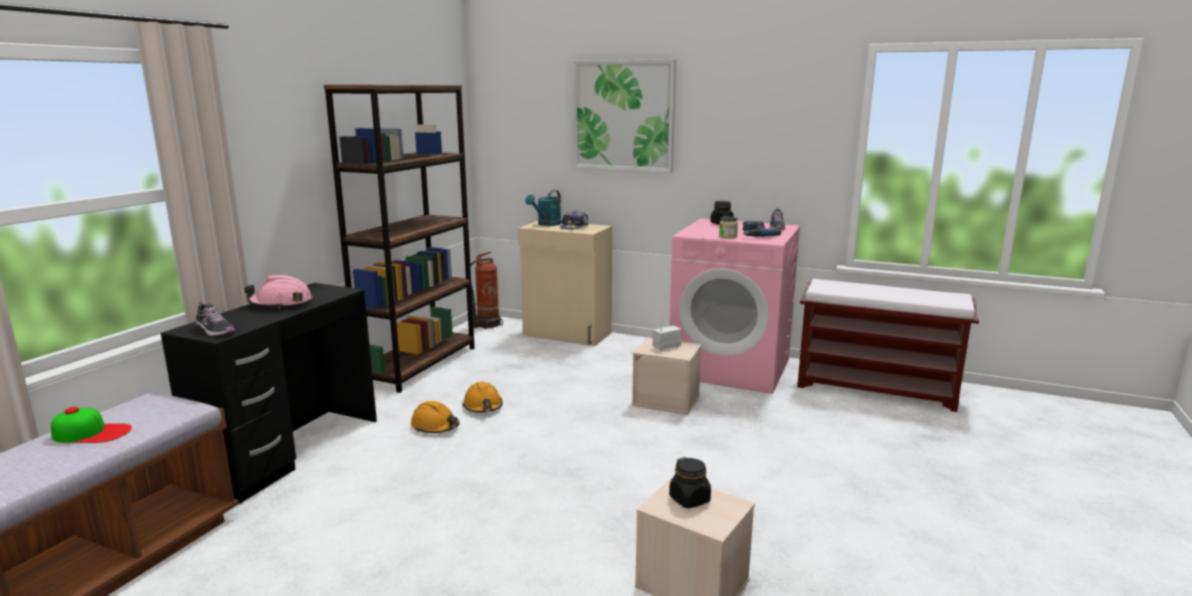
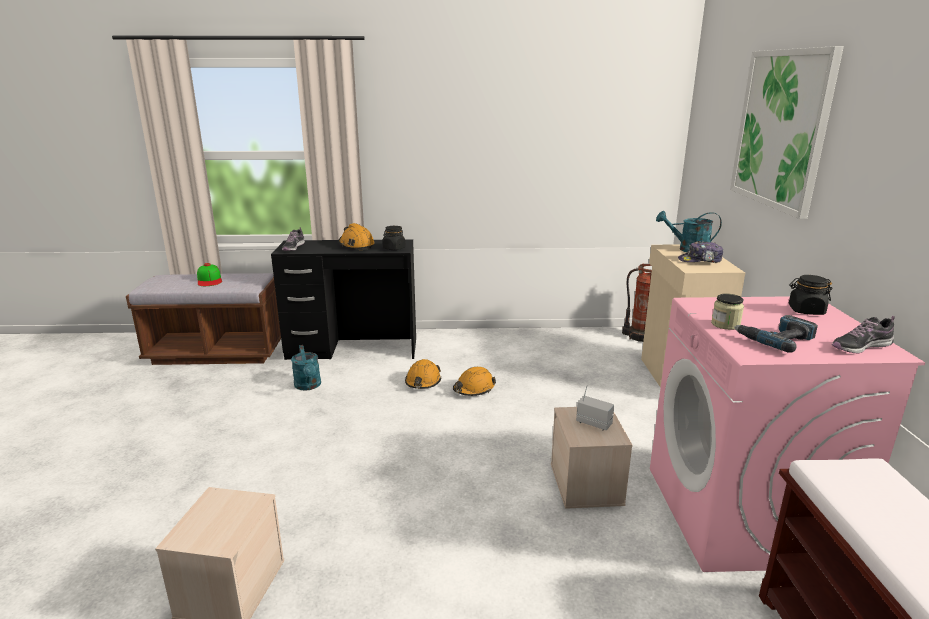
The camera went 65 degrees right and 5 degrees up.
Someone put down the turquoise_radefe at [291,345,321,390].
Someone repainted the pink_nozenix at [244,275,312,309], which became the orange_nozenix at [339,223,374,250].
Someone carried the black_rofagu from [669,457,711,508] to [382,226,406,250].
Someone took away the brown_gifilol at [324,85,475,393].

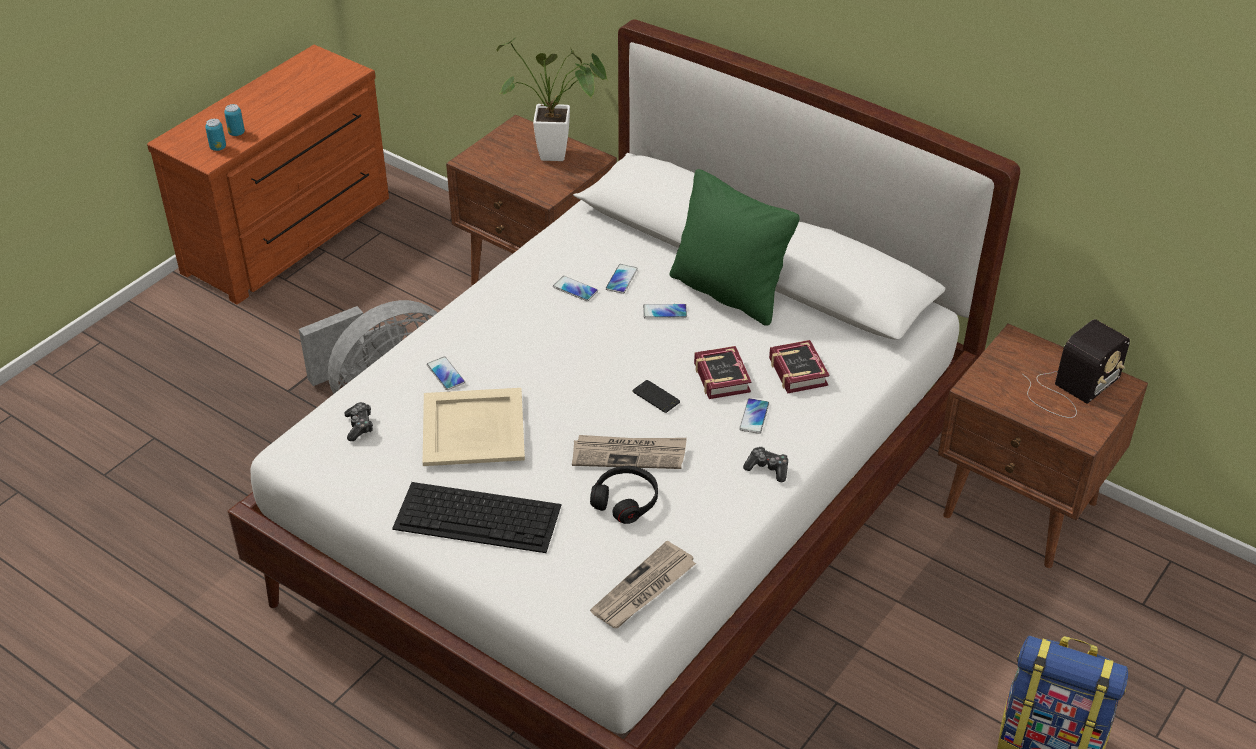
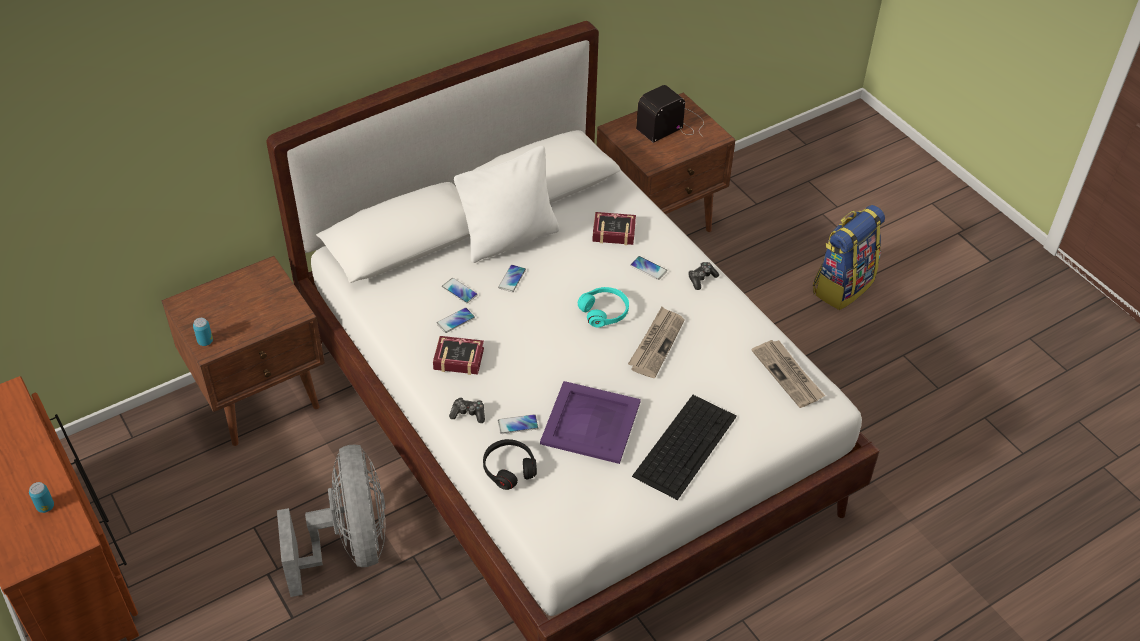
The camera went 70 degrees left and 5 degrees up.
Someone carried the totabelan from [205,119,226,151] to [193,318,213,346].
Someone carried the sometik from [694,346,751,399] to [433,336,484,375].
Someone carried the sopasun from [344,402,373,441] to [449,397,485,423].
Someone repainted the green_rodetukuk at [670,169,800,326], which became the white_rodetukuk at [454,146,559,263].
Someone carried the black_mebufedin from [590,466,658,524] to [483,439,537,490].
Someone repainted the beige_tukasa at [423,388,525,466], which became the purple_tukasa at [540,381,641,464].
Someone swapped the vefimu at [632,380,680,413] for the turquoise_mebufedin at [578,287,629,327].
Someone rotated the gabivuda at [1022,319,1130,418] by 105 degrees counterclockwise.
Someone took away the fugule at [496,38,608,161].

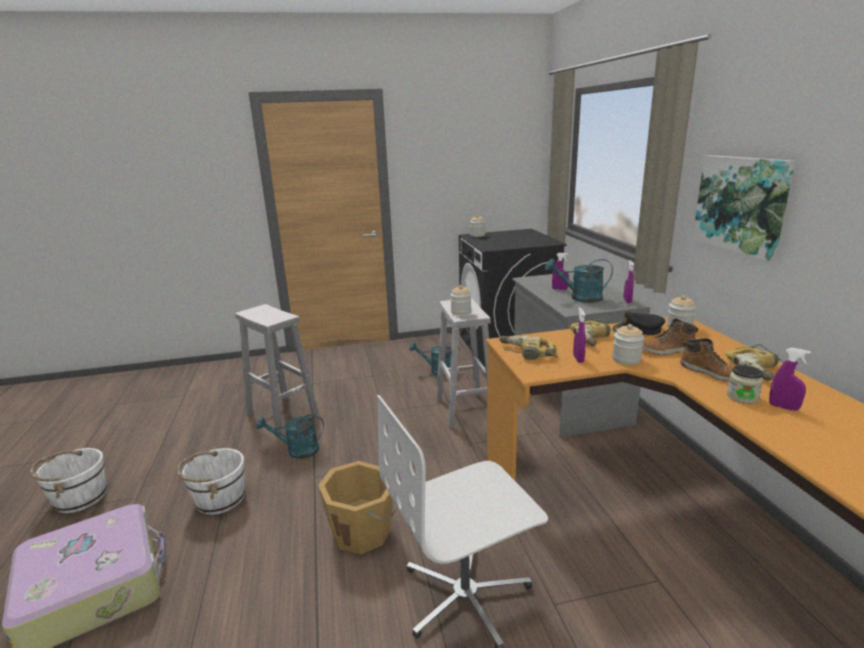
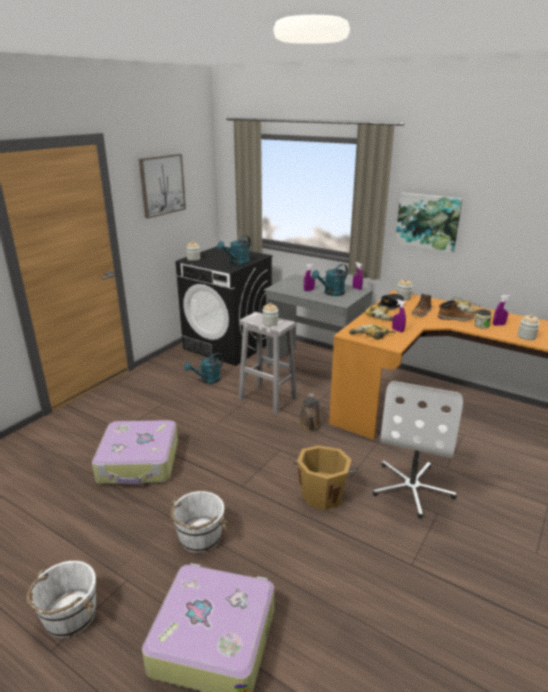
The camera went 45 degrees left and 5 degrees up.
Someone swapped the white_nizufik at [235,304,319,433] for the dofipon at [92,420,178,484].
Someone put up the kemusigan at [139,154,186,218].
Someone carried the turquoise_radefe from [256,414,324,459] to [217,235,250,265].
Someone put down the brown_radefe at [298,394,323,431].
Someone carried the rofagu from [612,324,644,365] to [517,315,540,340].

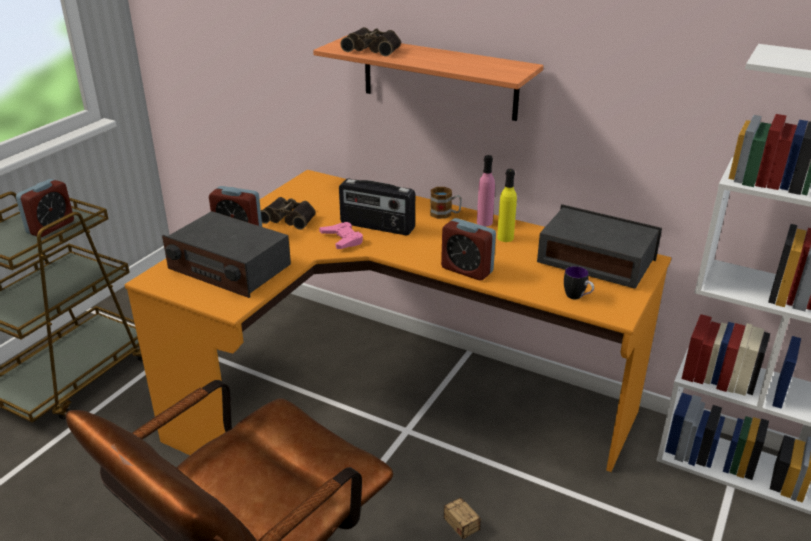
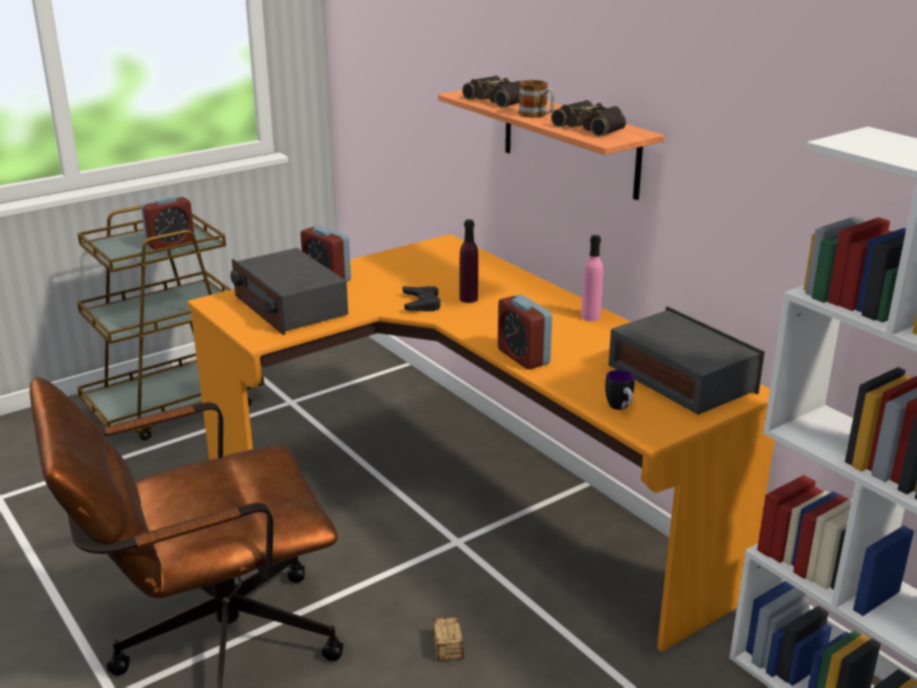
The camera went 25 degrees right and 5 degrees down.
Someone repainted the pink_sopasun at [319,222,363,249], which became the black_sopasun at [403,286,441,312].
Someone swapped the gabivuda at [339,179,415,235] for the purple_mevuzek at [460,219,478,303].
Someone carried the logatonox from [430,187,462,219] to [518,80,555,118].
Someone carried the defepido from [261,197,316,230] to [551,100,626,137].
Someone took away the yellow_mevuzek at [497,169,517,242].

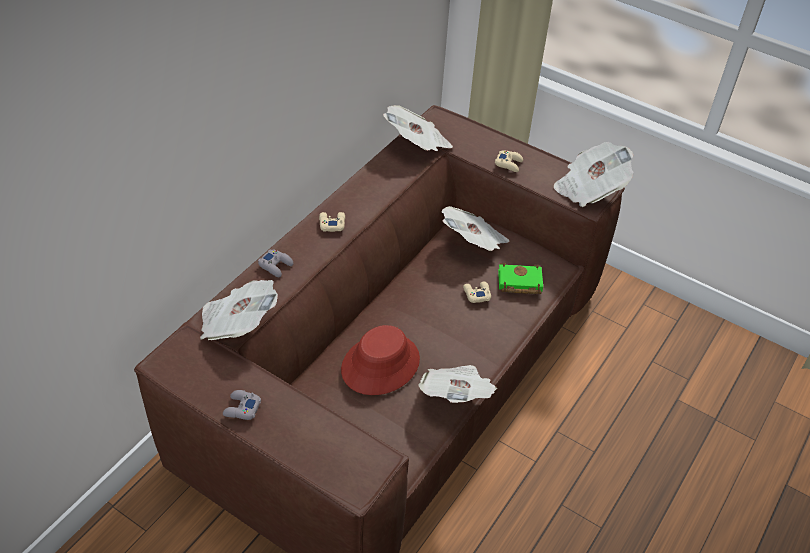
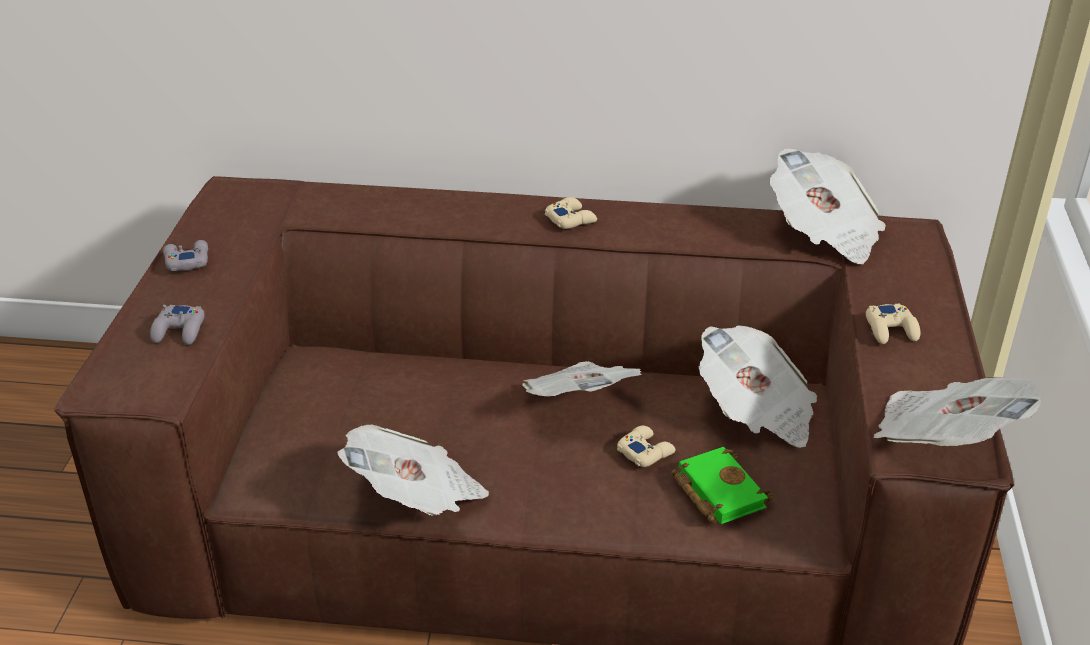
The camera went 65 degrees right and 10 degrees down.
Someone carried the grey_sopasun from [258,250,293,277] to [150,305,205,345].
Someone carried the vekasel from [200,280,278,340] to [522,361,642,396].
Someone took away the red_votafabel at [341,325,420,395].

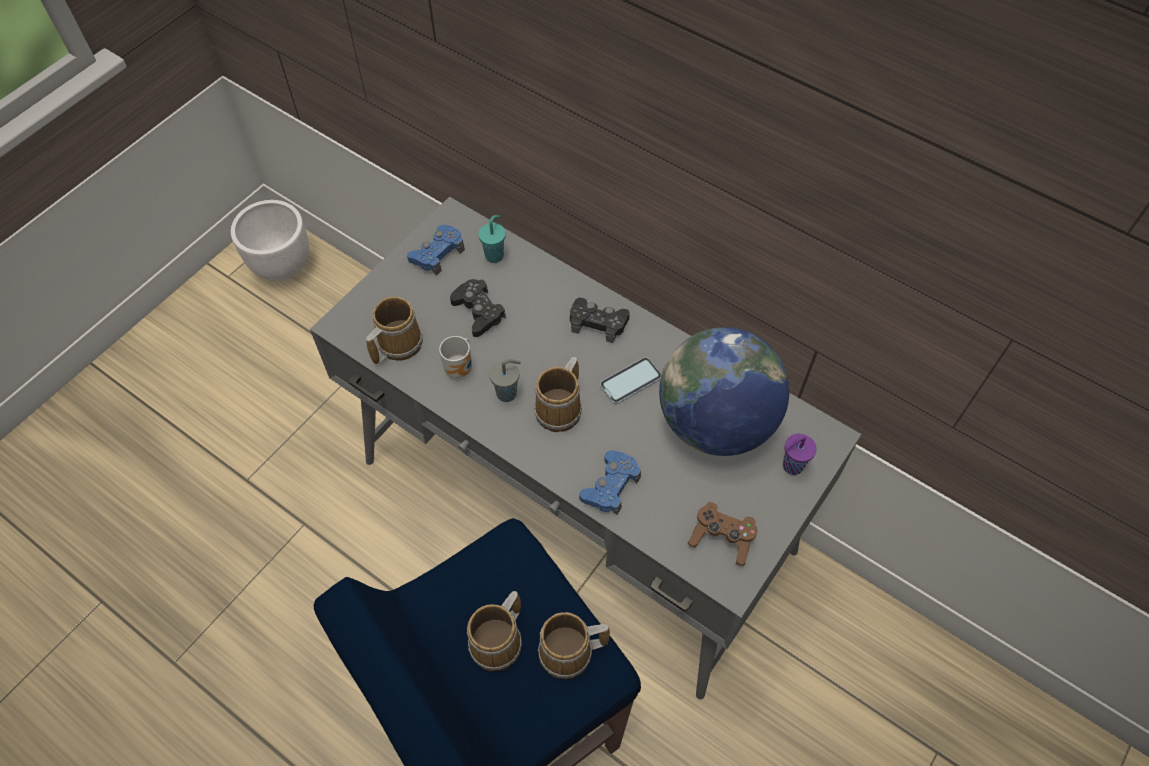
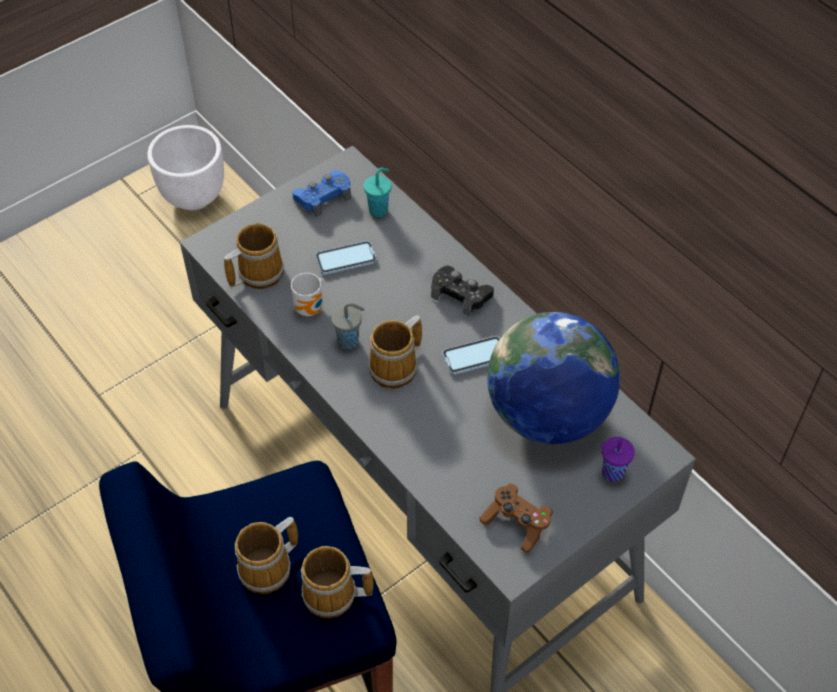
The camera went 15 degrees right and 5 degrees down.
Someone swapped the black_sopasun at [450,279,506,337] for the vefimu at [315,241,377,275].
Someone took away the blue_sopasun at [579,450,641,515].

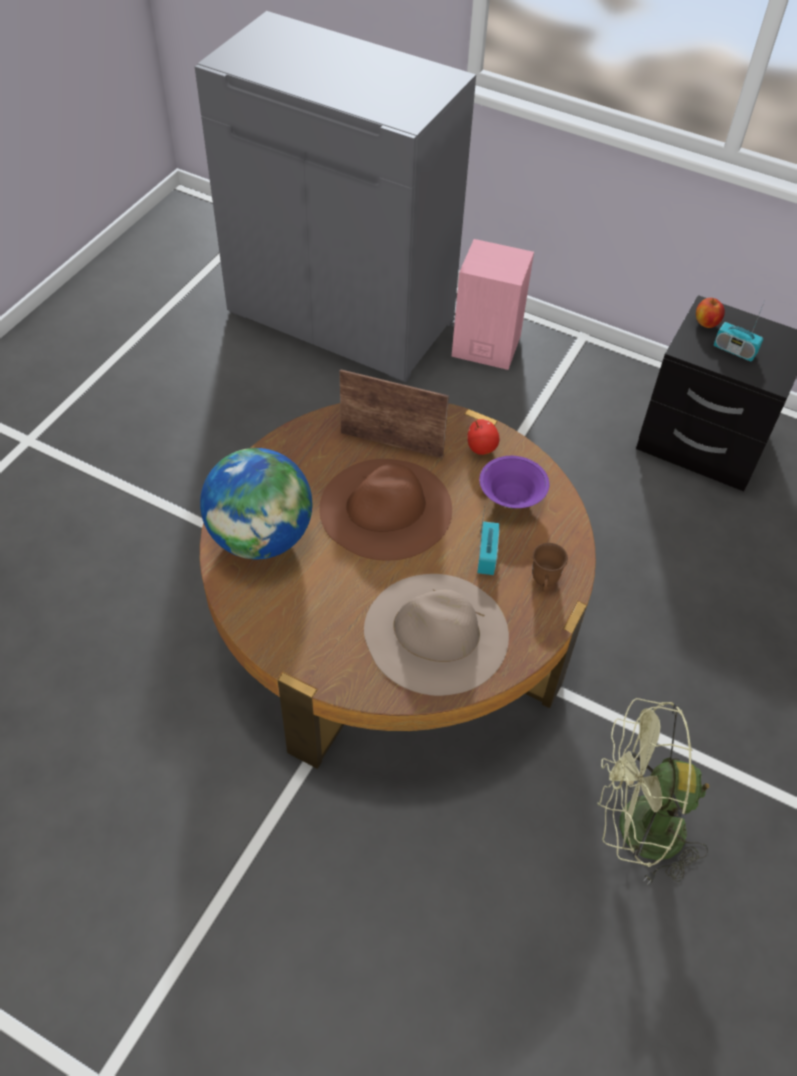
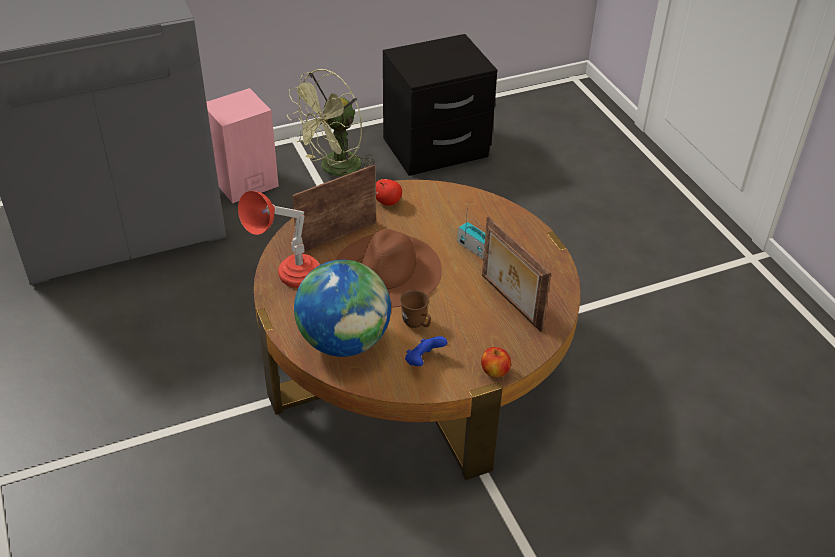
The camera went 50 degrees left and 10 degrees down.
Someone put down the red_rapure at [238,191,320,288].
Someone carried the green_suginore from [598,698,709,885] to [287,69,374,176].
Someone carried the brown_logatonox from [532,543,568,592] to [400,290,431,328].
Someone put down the blue_sopasun at [405,336,447,366].
Someone carried the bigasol from [696,298,725,328] to [481,347,511,378].
Someone swapped the beige_votafabel at [364,574,509,696] for the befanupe at [482,217,551,332].
Someone took away the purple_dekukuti at [479,456,549,509].
Someone took away the gabivuda at [714,303,764,361].

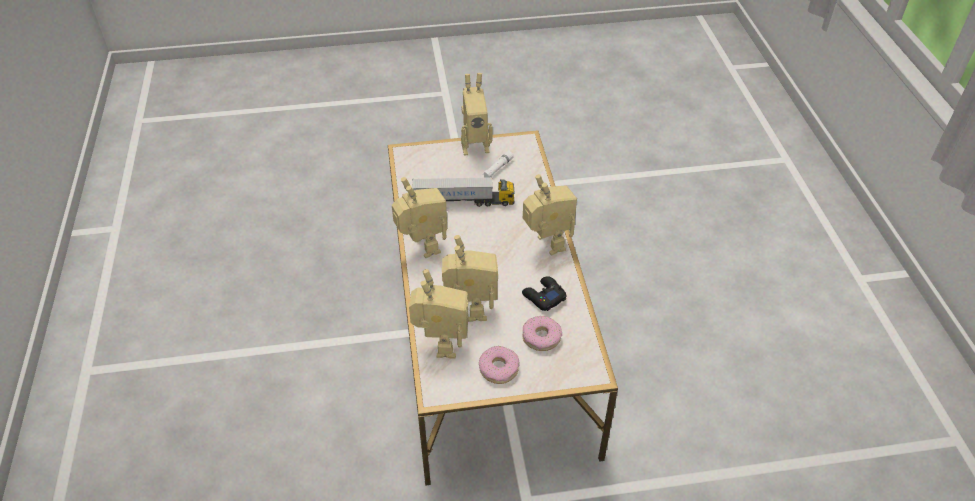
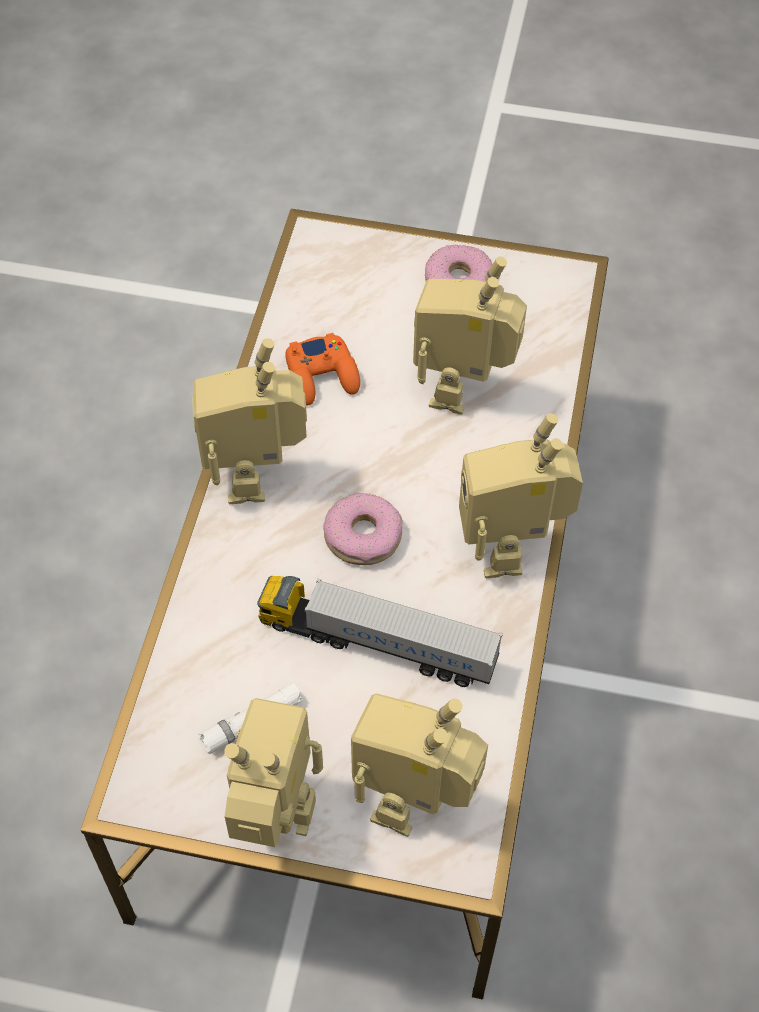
The camera went 160 degrees left and 10 degrees up.
Someone repainted the black_sopasun at [522,276,566,311], which became the orange_sopasun at [285,333,360,405].
Someone carried the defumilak from [522,316,562,351] to [323,493,402,565].
Someone carried the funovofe from [409,269,468,359] to [351,693,488,837].

